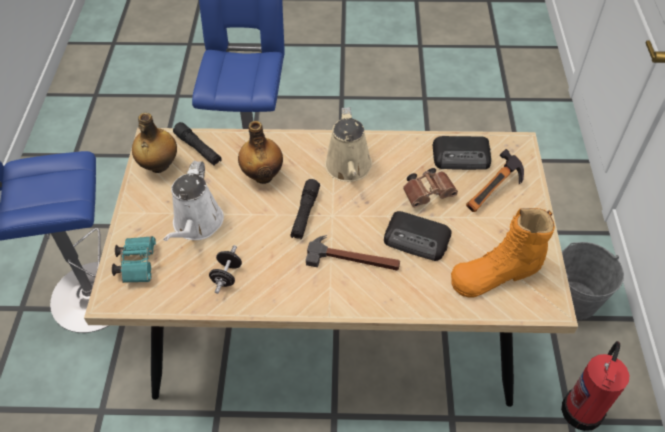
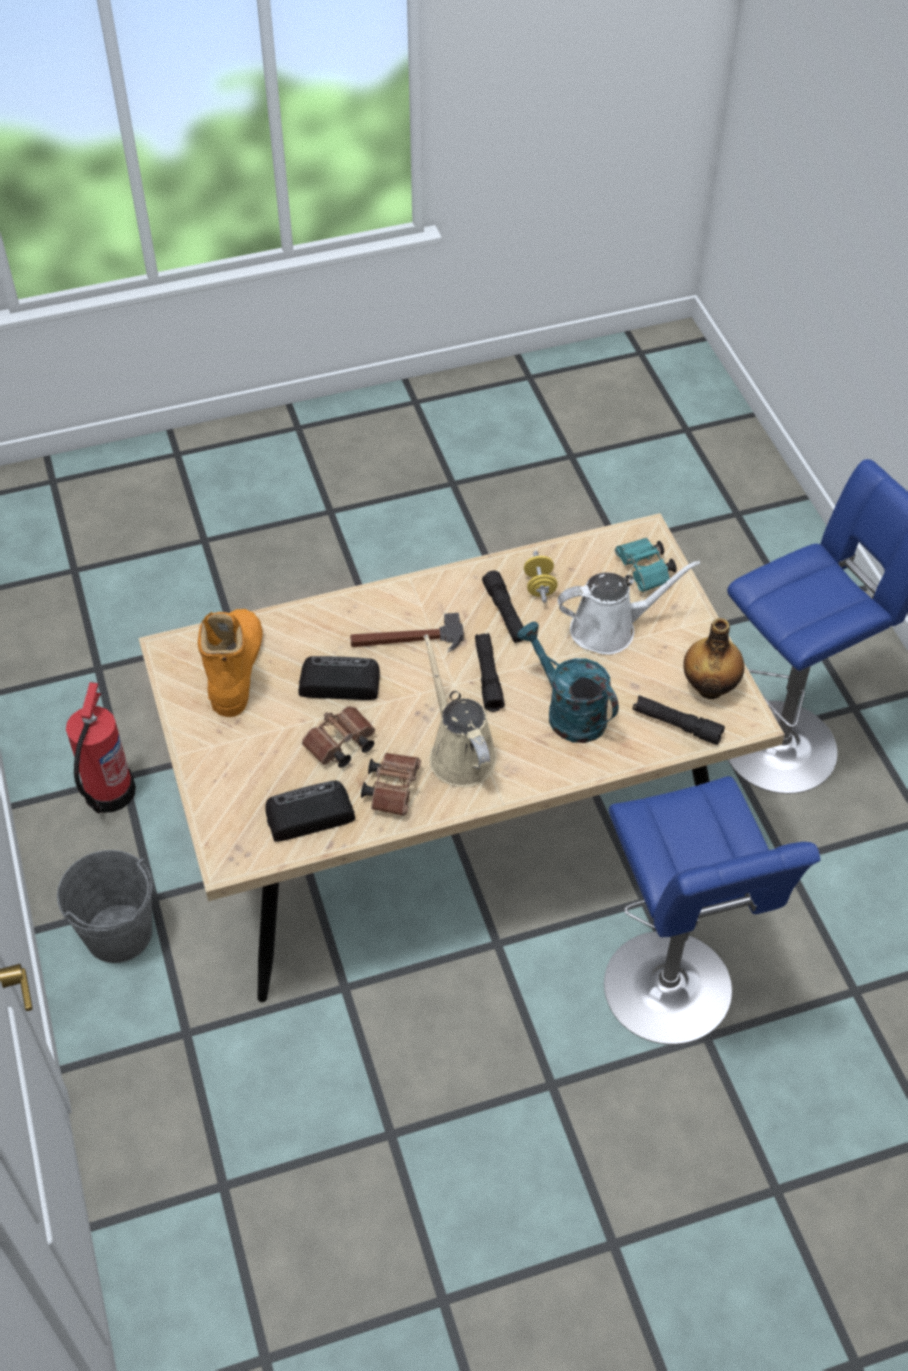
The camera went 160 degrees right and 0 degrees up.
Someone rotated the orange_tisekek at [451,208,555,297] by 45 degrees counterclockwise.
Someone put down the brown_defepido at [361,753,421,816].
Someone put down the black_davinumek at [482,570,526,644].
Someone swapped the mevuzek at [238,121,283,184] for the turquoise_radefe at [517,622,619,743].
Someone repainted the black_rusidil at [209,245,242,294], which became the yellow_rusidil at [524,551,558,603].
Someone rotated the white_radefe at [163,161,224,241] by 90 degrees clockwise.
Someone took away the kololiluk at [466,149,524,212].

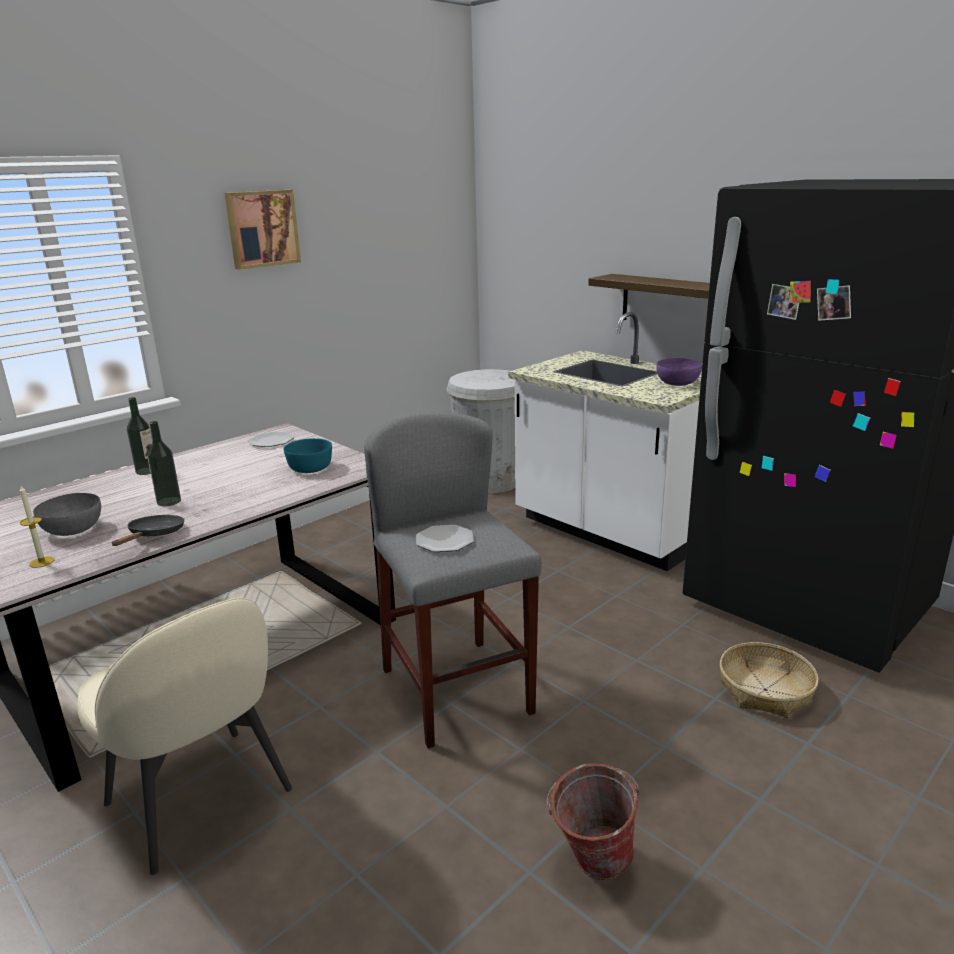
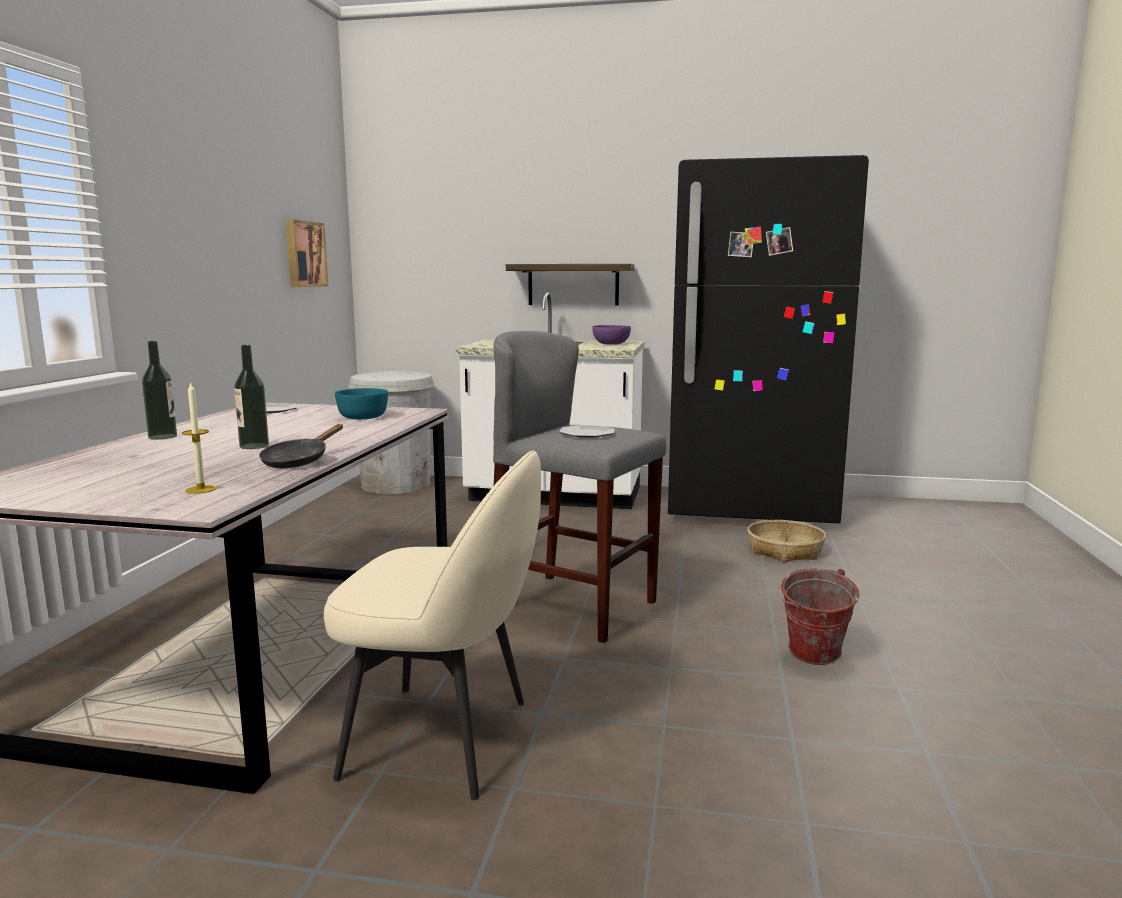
The camera went 35 degrees left and 10 degrees down.
Someone rotated the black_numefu at [112,515,185,546] by 135 degrees counterclockwise.
Someone carried the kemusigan from [224,190,301,270] to [286,219,328,287].
Someone took away the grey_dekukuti at [33,493,101,536].

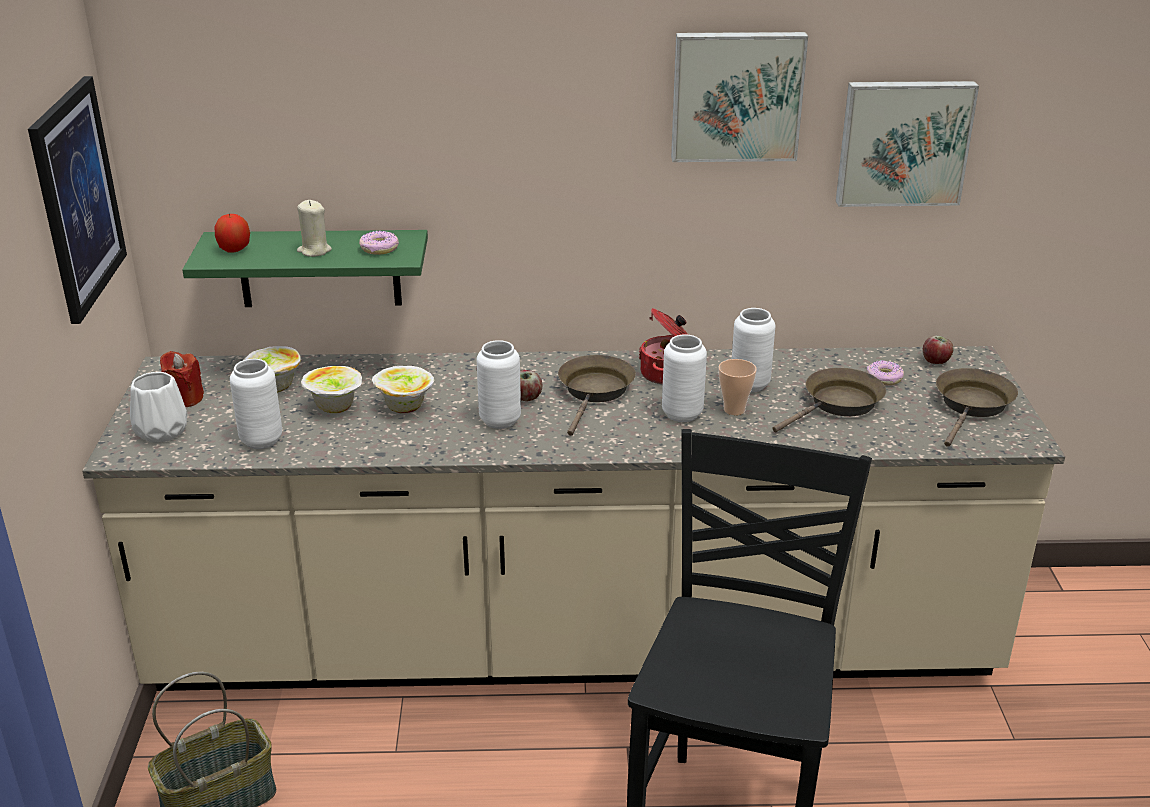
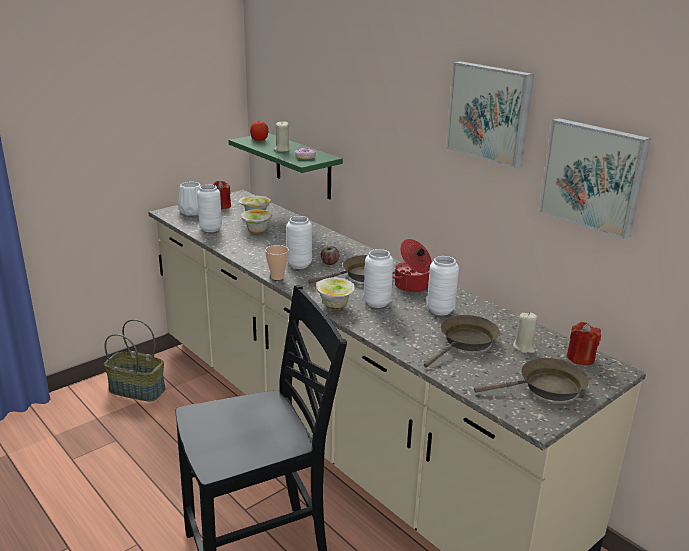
The camera went 50 degrees right and 5 degrees down.
Someone carried the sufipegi from [718,359,757,415] to [265,245,289,280].
Someone carried the dekukuti from [372,366,434,413] to [316,277,355,310].
Someone rotated the brown_numefu at [772,368,886,432] by 60 degrees counterclockwise.
Someone swapped the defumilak at [867,360,904,386] for the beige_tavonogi at [513,312,538,353].
Someone swapped the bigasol at [923,335,953,364] for the red_tavonogi at [567,322,601,365].
Someone took away the kemusigan at [28,76,127,324].

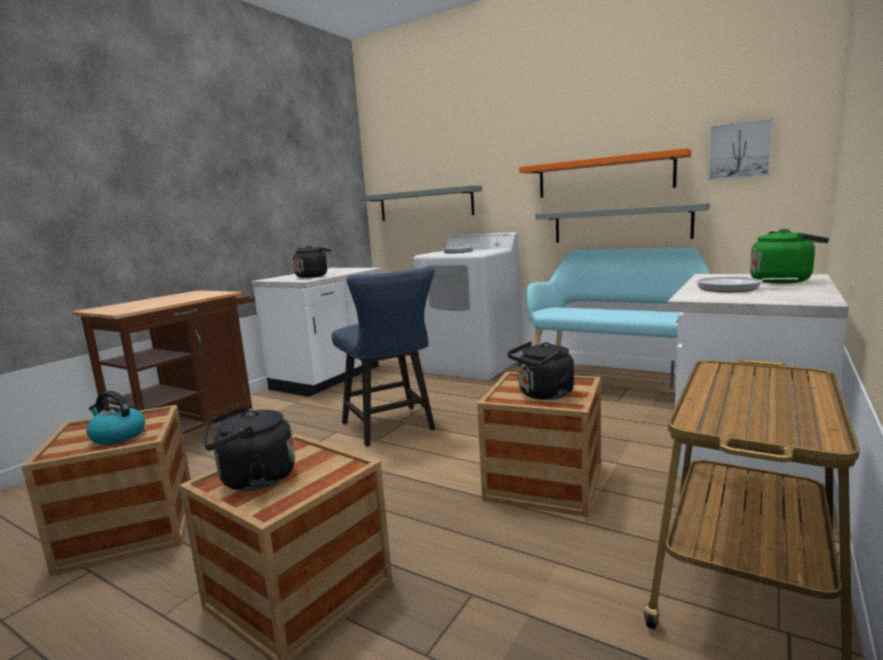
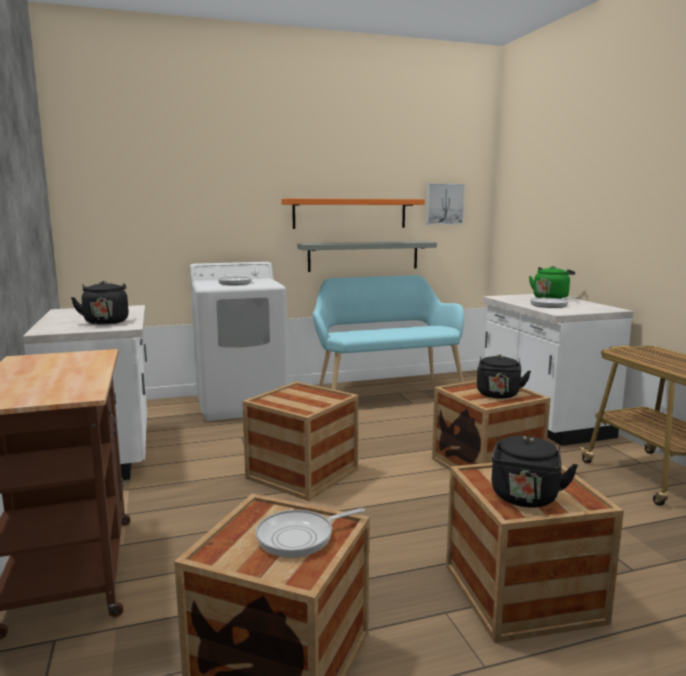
The camera went 50 degrees left and 0 degrees up.
Someone swapped the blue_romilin at [332,267,435,447] for the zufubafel at [242,382,358,501].
Someone swapped the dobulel at [86,391,145,445] for the numefu at [256,508,365,558].
Someone took away the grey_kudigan at [359,186,482,221].

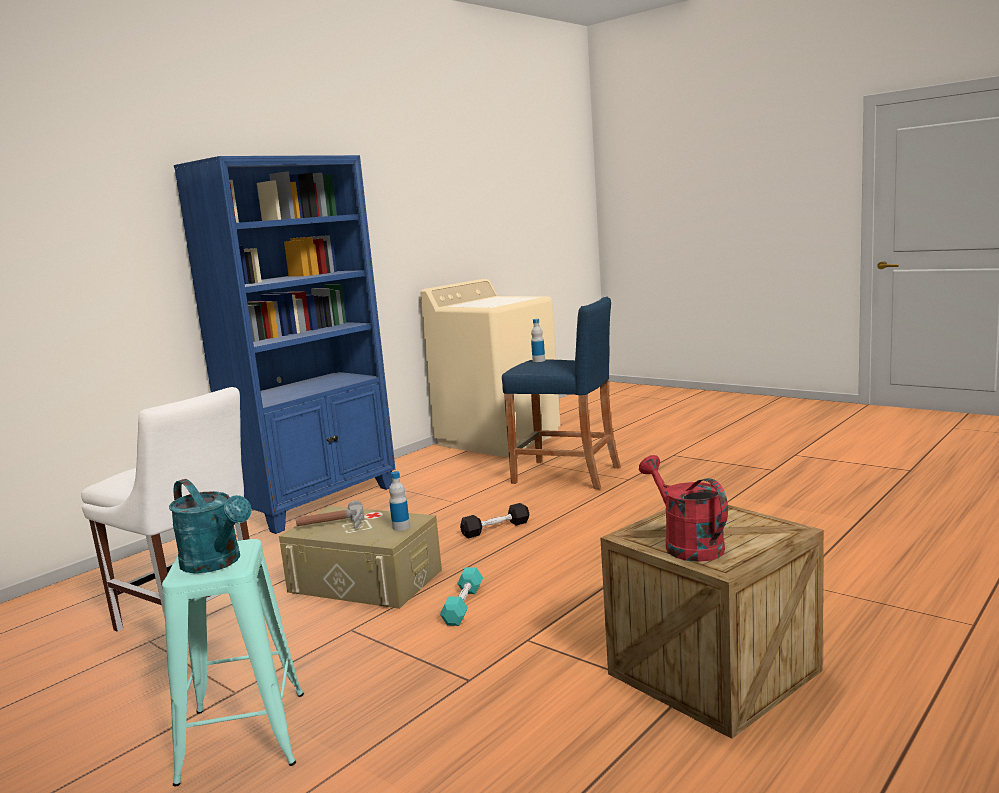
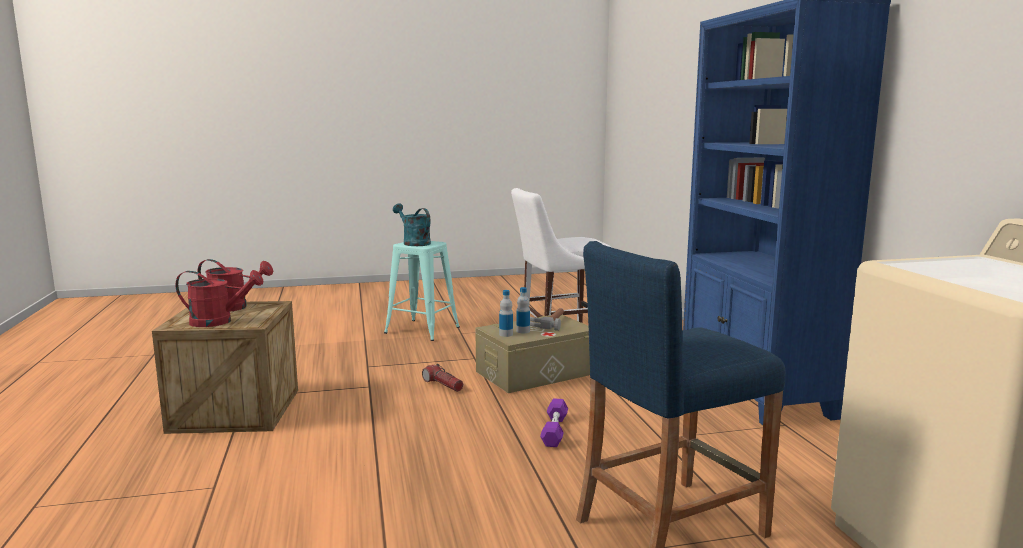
The camera went 125 degrees right and 0 degrees up.
Someone put down the red_radefe at [175,270,263,327].
Someone rotated the turquoise_radefe at [169,479,252,573] by 60 degrees clockwise.
Someone swapped the turquoise_rusidil at [440,567,483,626] for the davinumek at [422,364,463,392].
Someone carried the mevuzek from [531,319,545,362] to [516,287,530,333].
Someone repainted the black_rusidil at [460,503,529,539], which became the purple_rusidil at [540,398,568,447].

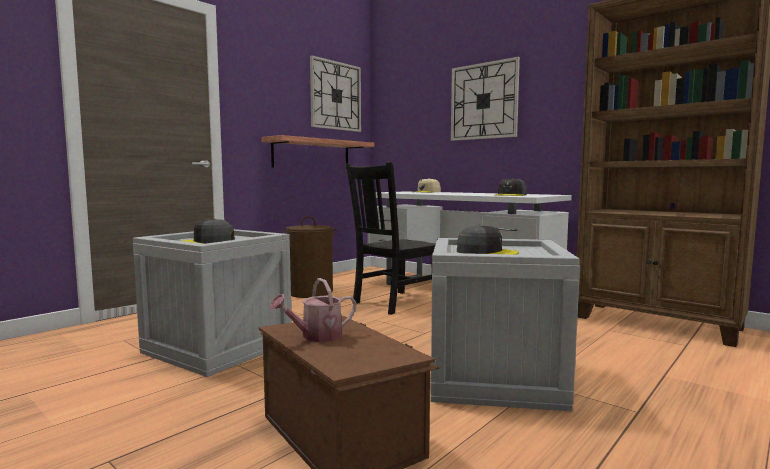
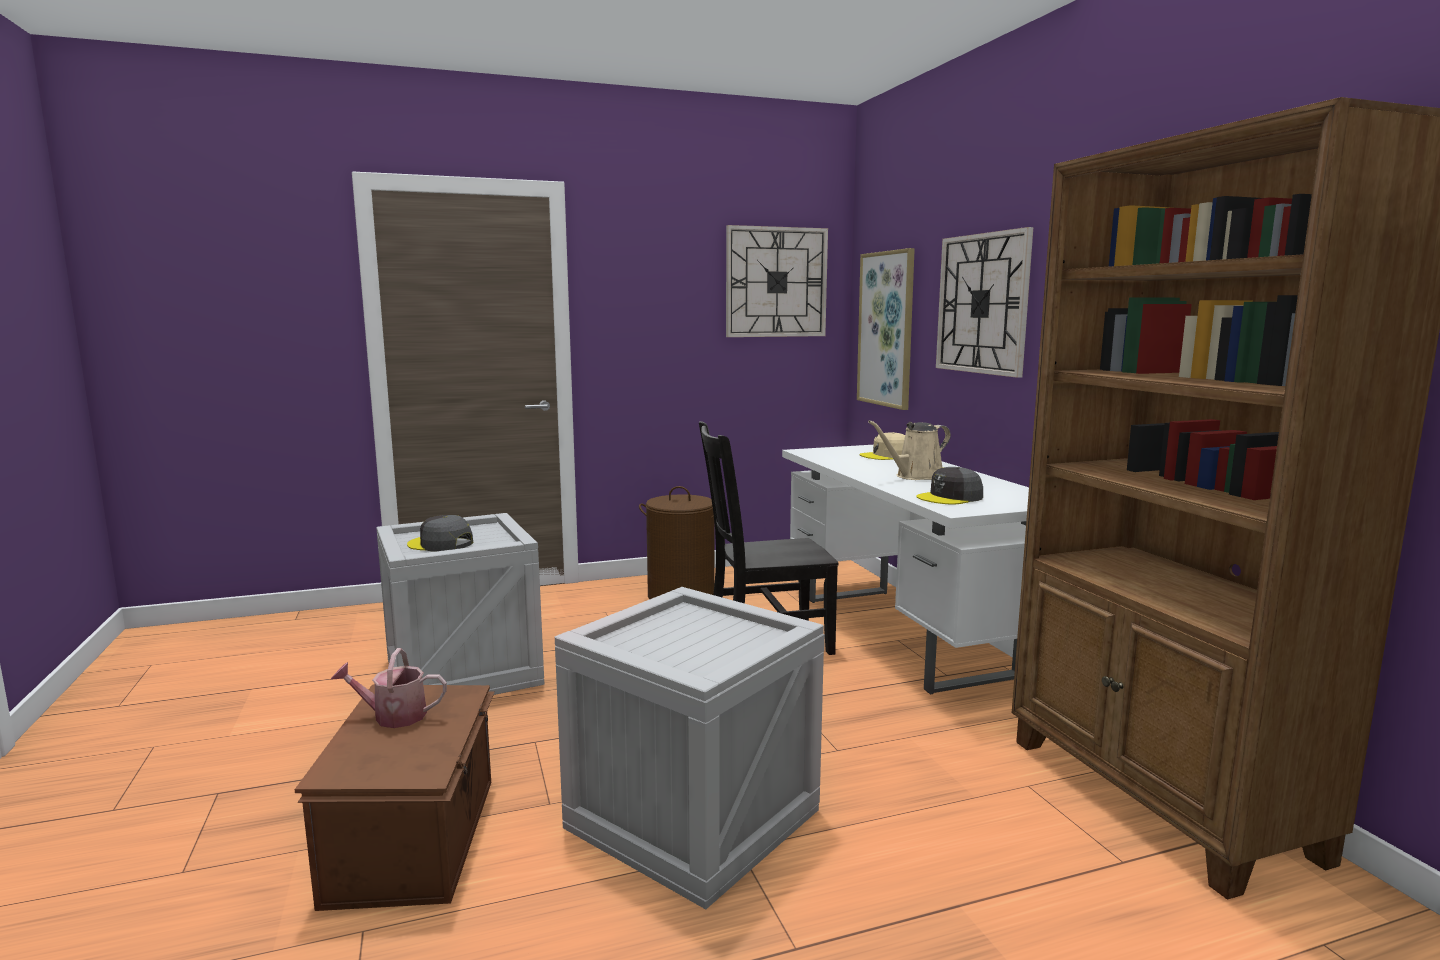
The camera went 30 degrees right and 5 degrees up.
Someone put up the kemusigan at [857,248,915,410].
Someone put down the beige_radefe at [868,420,951,480].
Someone took away the kudigan at [261,135,374,168].
Someone took away the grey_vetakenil at [457,225,519,255].

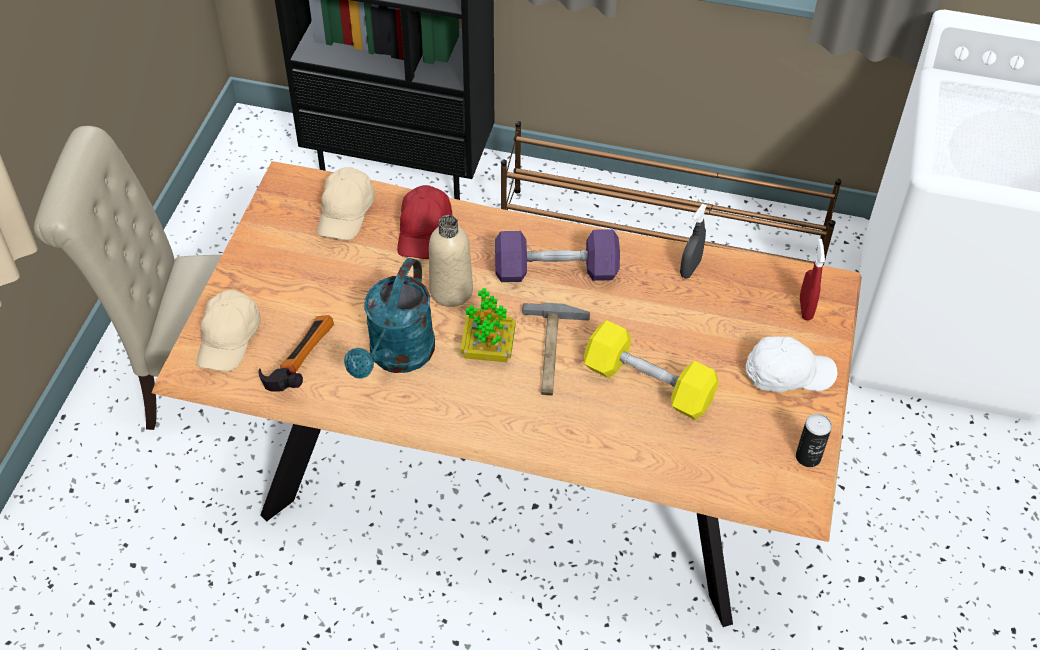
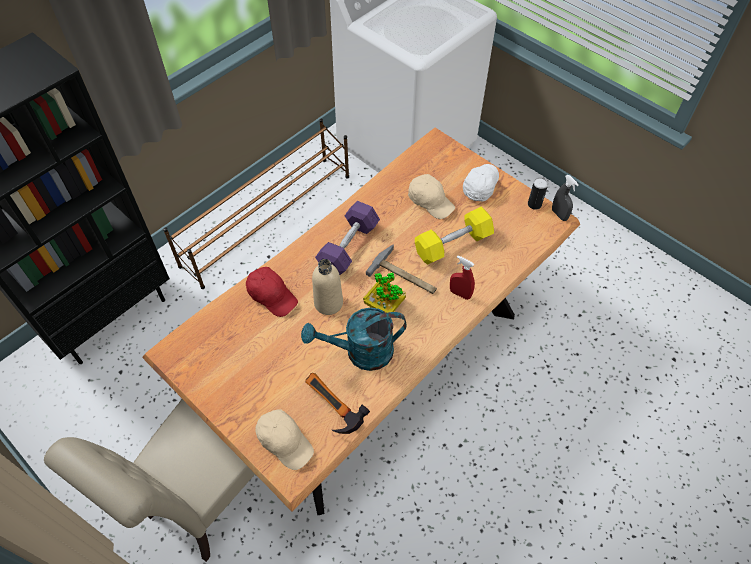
The camera went 60 degrees left and 5 degrees up.
Someone rotated the turquoise_radefe at [344,258,435,379] by 120 degrees clockwise.
Someone carried the beige_vetakenil from [318,167,375,240] to [408,174,455,219].
Someone carried the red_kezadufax from [800,239,825,320] to [450,256,475,300].
Someone carried the grey_kezadufax from [680,204,707,278] to [552,175,579,221].

